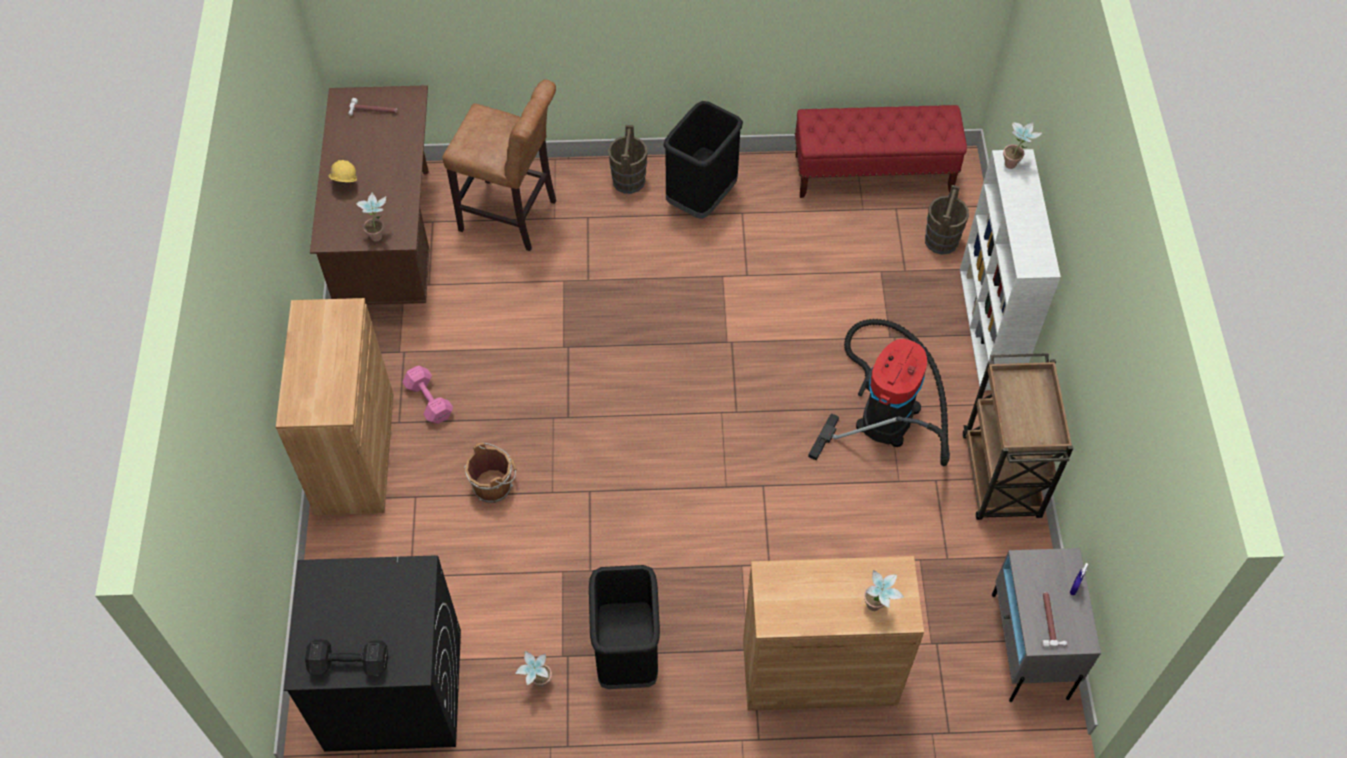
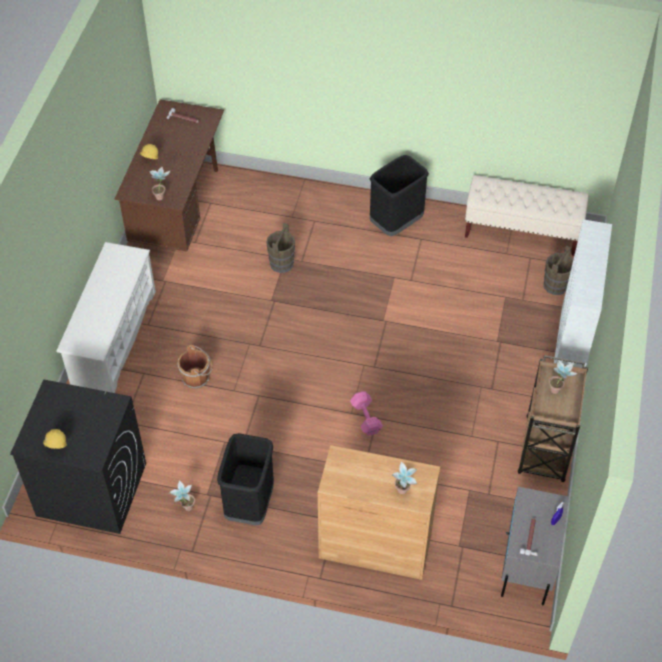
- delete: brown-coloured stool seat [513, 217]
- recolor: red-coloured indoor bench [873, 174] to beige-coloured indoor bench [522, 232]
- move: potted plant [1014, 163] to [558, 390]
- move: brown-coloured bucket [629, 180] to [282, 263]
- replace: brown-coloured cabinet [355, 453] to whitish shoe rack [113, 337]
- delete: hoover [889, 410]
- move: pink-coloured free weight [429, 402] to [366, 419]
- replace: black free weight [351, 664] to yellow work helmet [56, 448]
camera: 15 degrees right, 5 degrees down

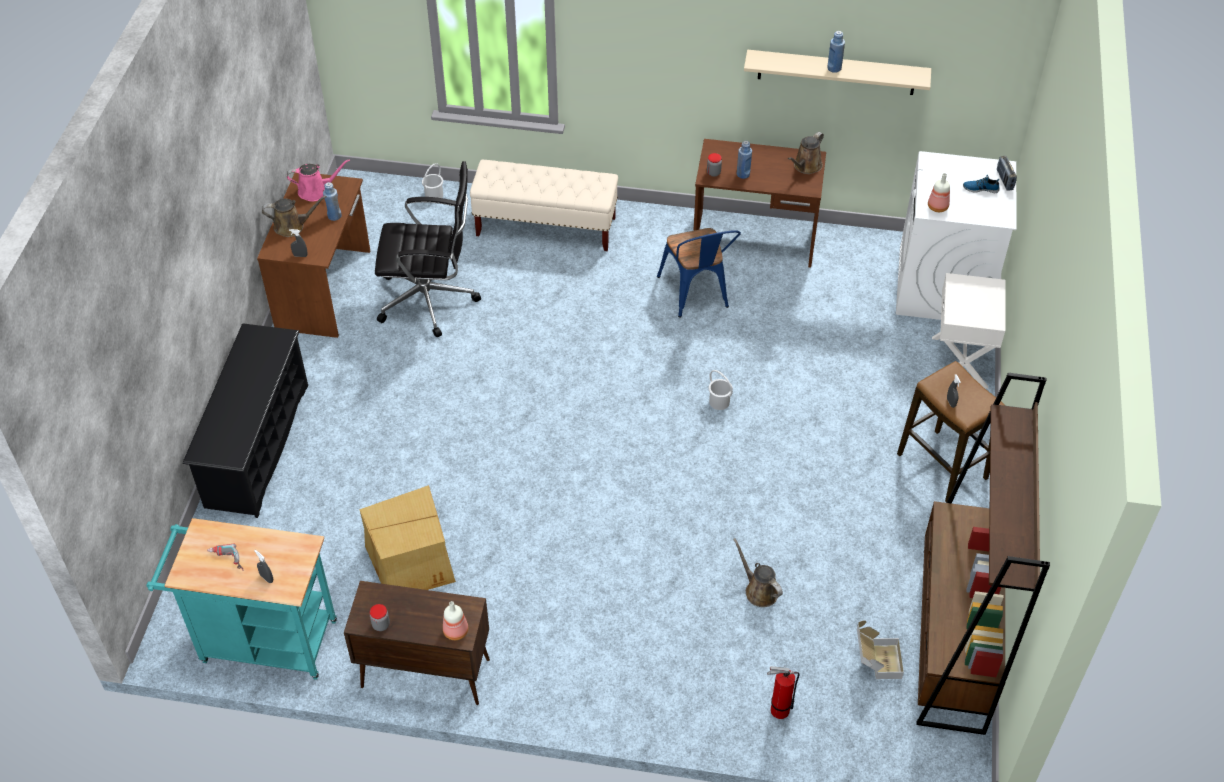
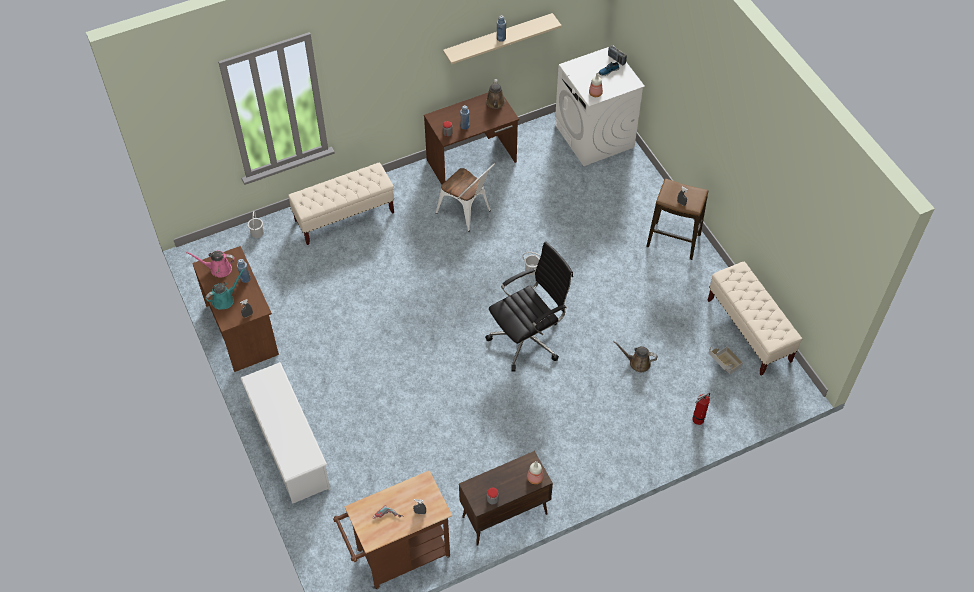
- rotate: pink-coloured sprinkling can [316, 191] = [218, 269] 135 degrees counterclockwise
- move: black desk chair [430, 300] to [528, 339]
- recolor: brown-coloured sprinkling can [292, 226] to turquoise-coloured sprinkling can [225, 299]
- recolor: blue upright chair [696, 295] to whitish upright chair [467, 213]
- delete: whitish night table [960, 362]
- recolor: black shoe rack [257, 445] to whitish shoe rack [290, 448]
- replace: brown-coloured shelving unit [953, 639] to beige-coloured indoor bench [749, 331]
- delete: carton [412, 560]
- recolor: turquoise-coloured wheeled cart [261, 641] to brown-coloured wheeled cart [398, 556]
camera: 35 degrees left, 5 degrees up

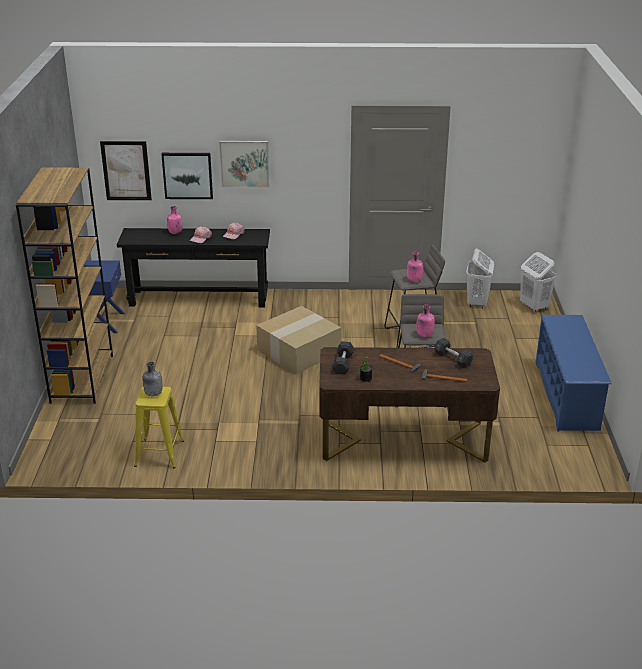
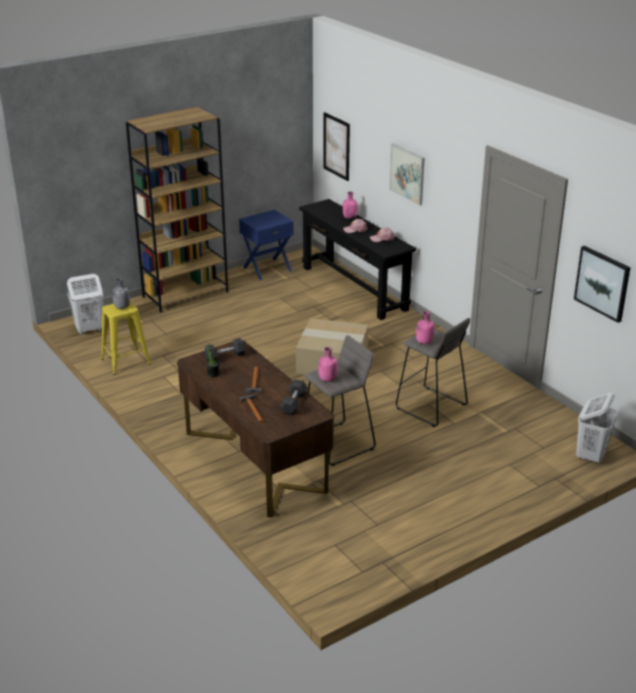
- move: picture [187, 175] to [602, 283]
- move: whitish washing basket [477, 303] to [89, 330]
- delete: blue shoe rack [566, 395]
camera: 55 degrees right, 0 degrees up

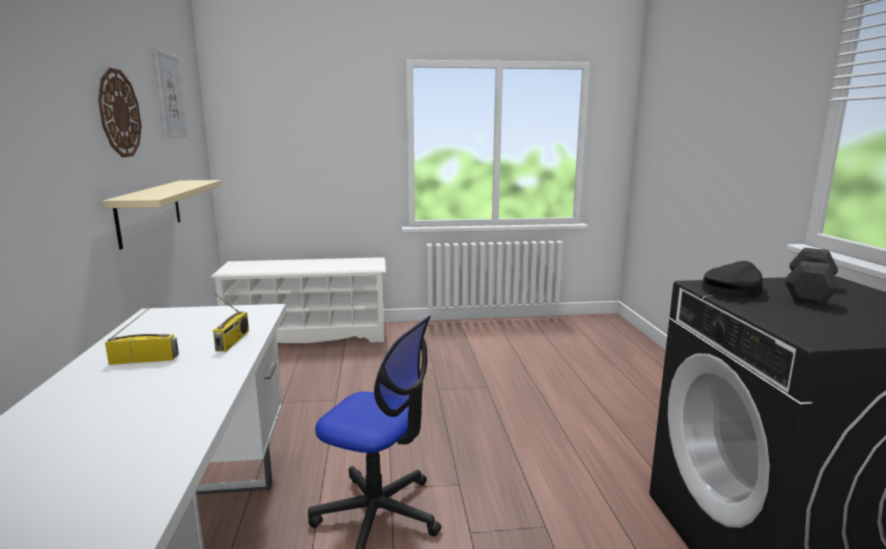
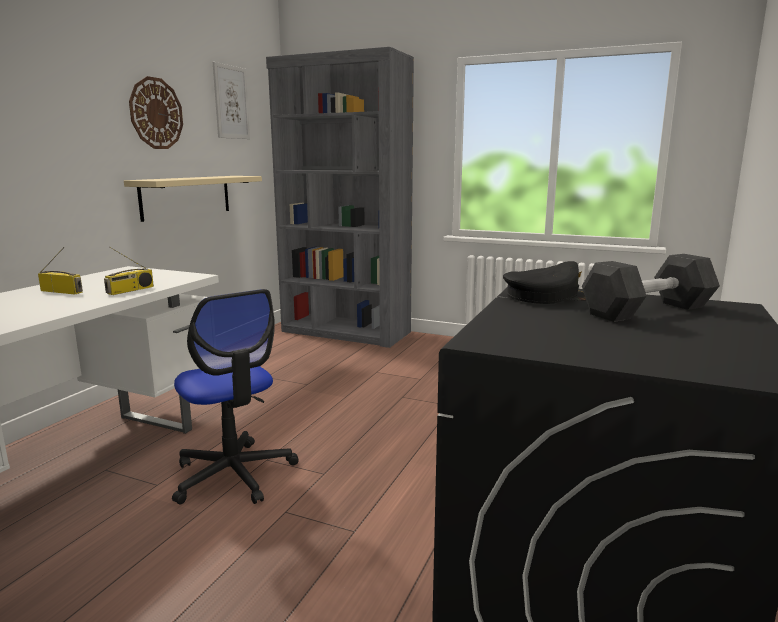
- replace: whitish shoe rack [308, 335] to greyish shelving unit [346, 332]
camera: 30 degrees right, 0 degrees up

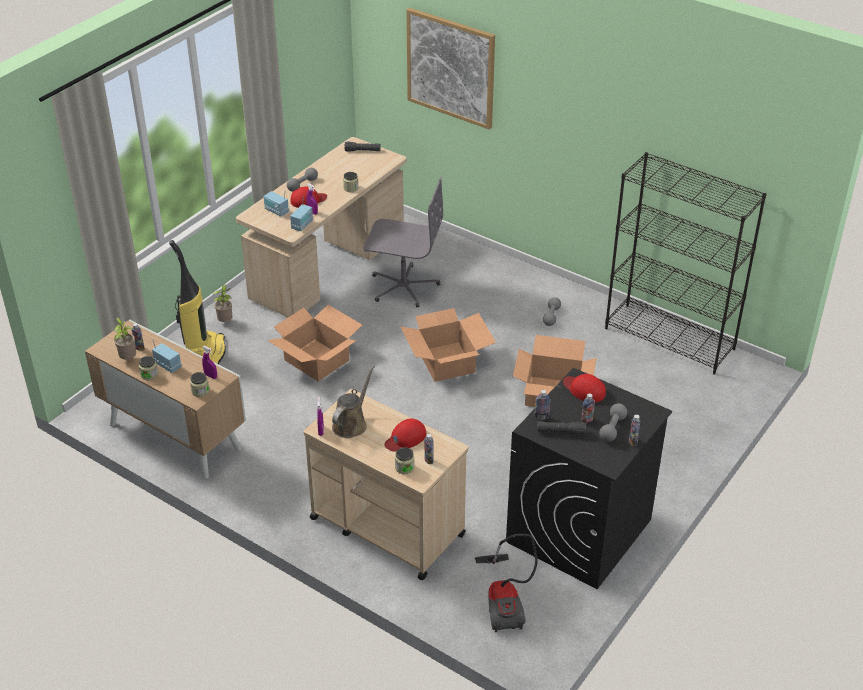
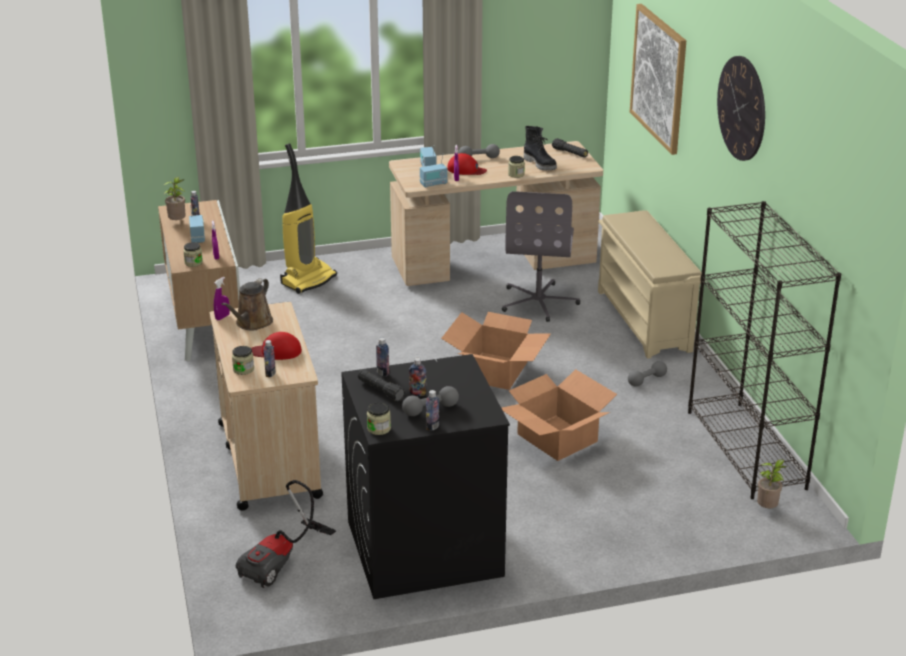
- rotate: greyish desk chair [403, 286] = [539, 302] 45 degrees clockwise
- move: potted plant [226, 321] to [768, 509]
- delete: carton [317, 360]
- move: jar [149, 375] to [379, 428]
- rotate: brown-coloured sprinkling can [351, 424] = [252, 323] 135 degrees clockwise
- delete: red-coloured baseball cap [584, 389]
- insert: clock on the wall [742, 108]
- insert: black tall boot [540, 164]
- insert: beige-coloured shoe rack [645, 321]
camera: 40 degrees right, 10 degrees down

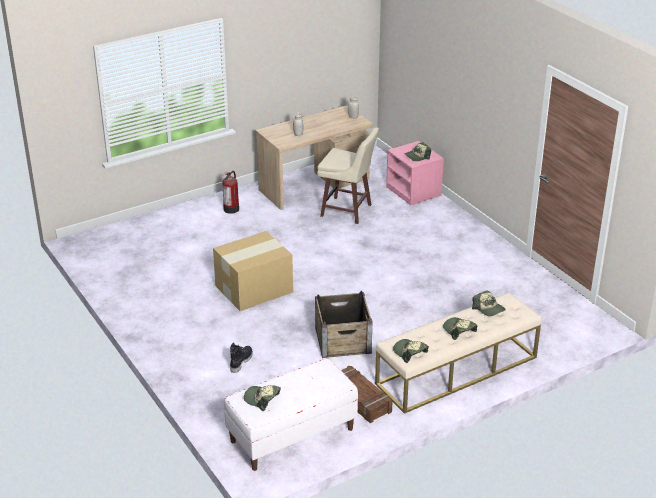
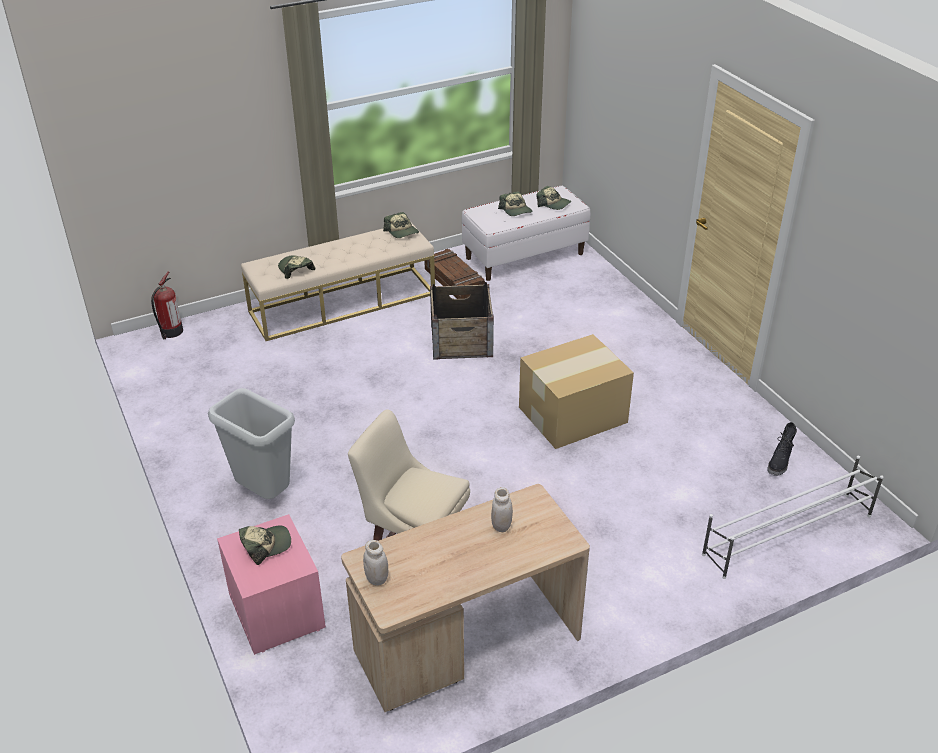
- move: fire-fighting cylinder [231, 208] to [171, 332]
- move: baseball cap [459, 331] to [516, 210]
- move: black tall boot [240, 362] to [780, 463]
- insert: greyish waste bin [263, 494]
- insert: whitish shoe rack [786, 535]
camera: 175 degrees left, 5 degrees up

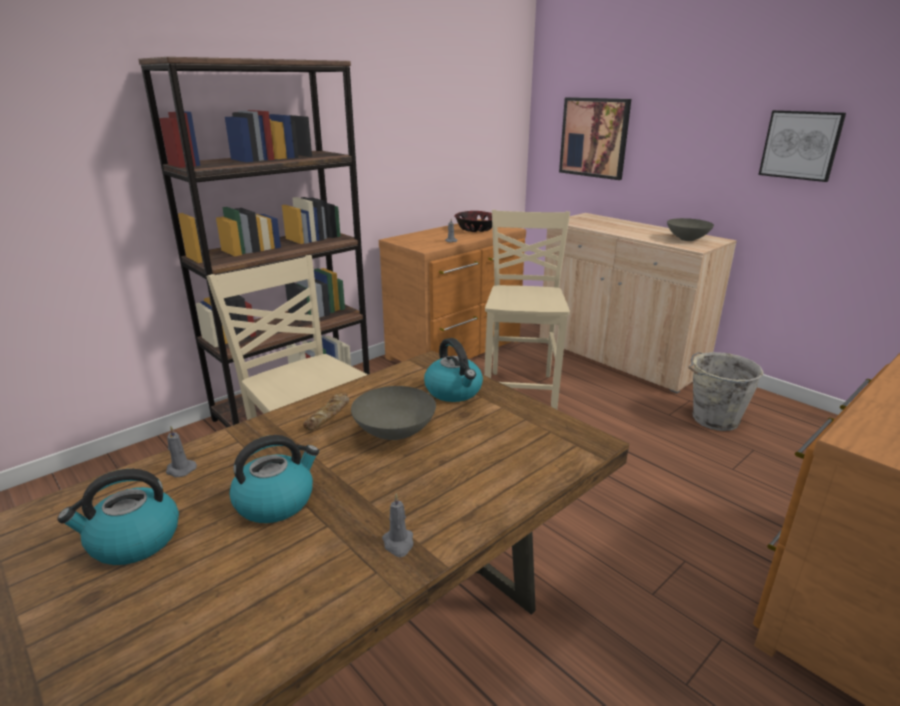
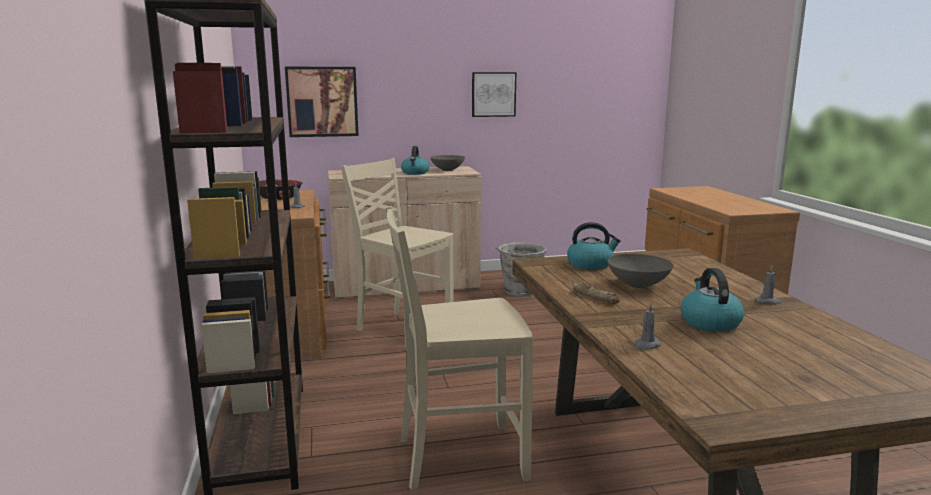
- move: water kettle [133, 541] to [415, 173]
camera: 60 degrees left, 10 degrees down

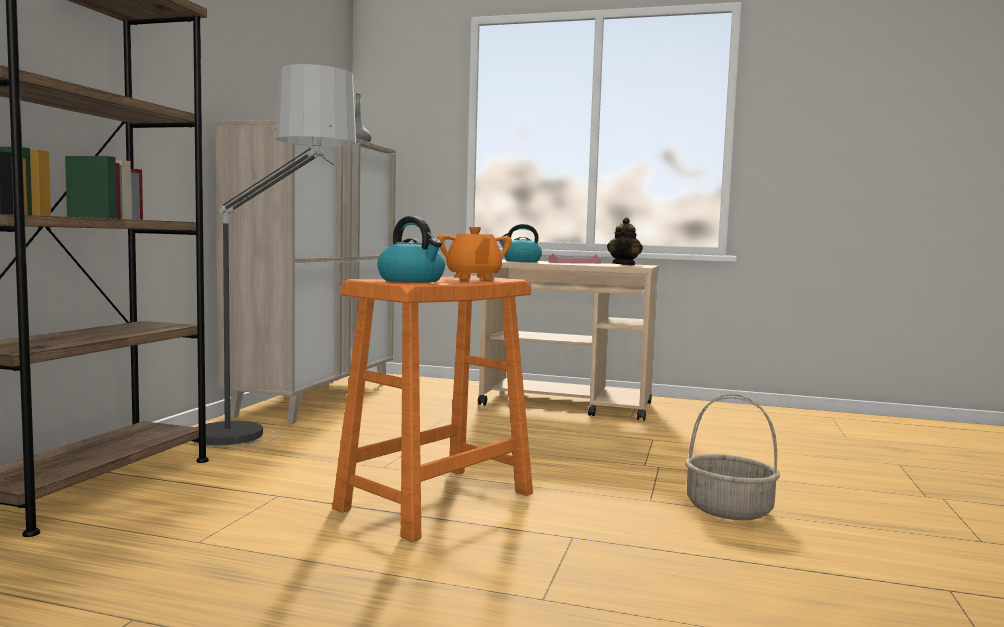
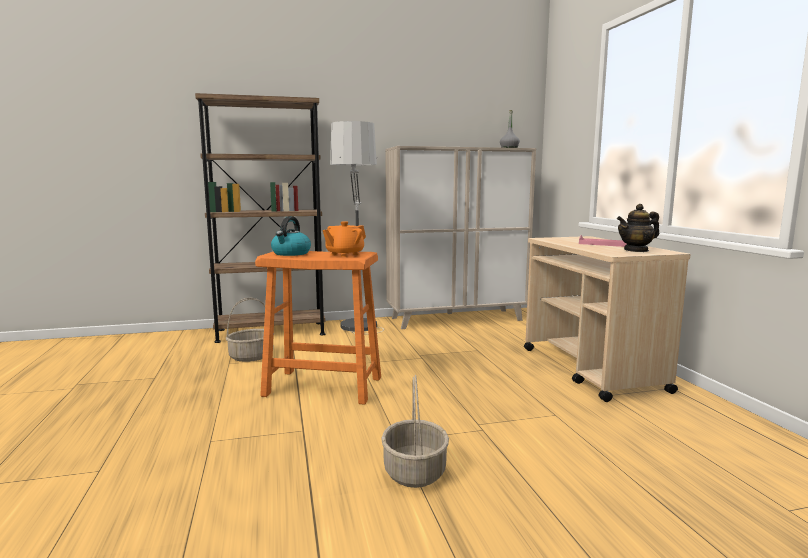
- delete: water kettle [521, 261]
- insert: household basket [251, 356]
camera: 60 degrees right, 5 degrees up

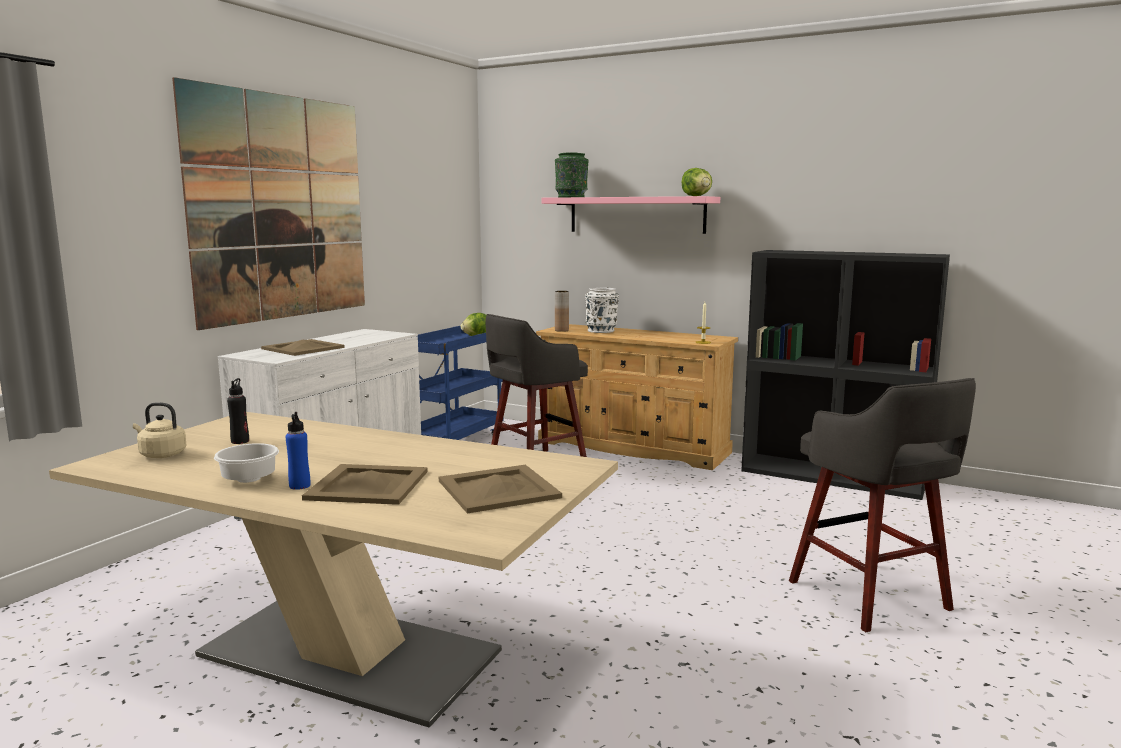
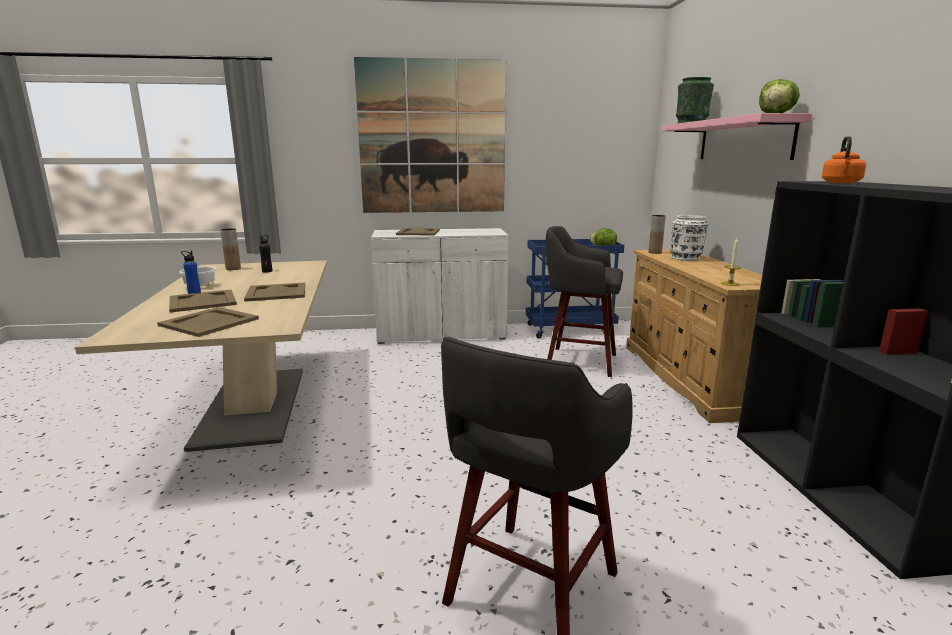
- replace: beige-coloured water kettle [161, 455] to brown-coloured decorative vase [233, 268]
- insert: orange water kettle [841, 183]
- insert: beige-coloured tray [277, 292]
camera: 55 degrees right, 5 degrees up

